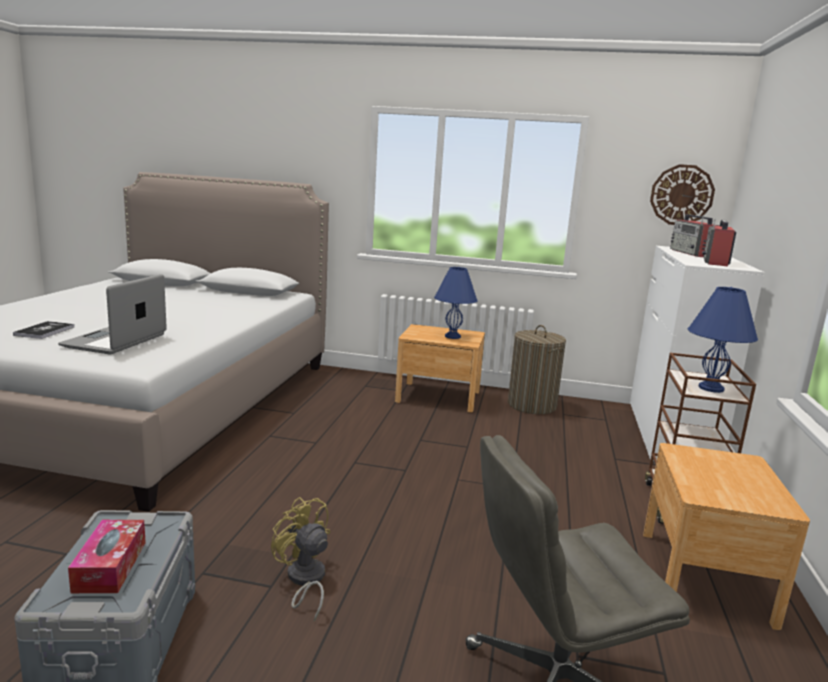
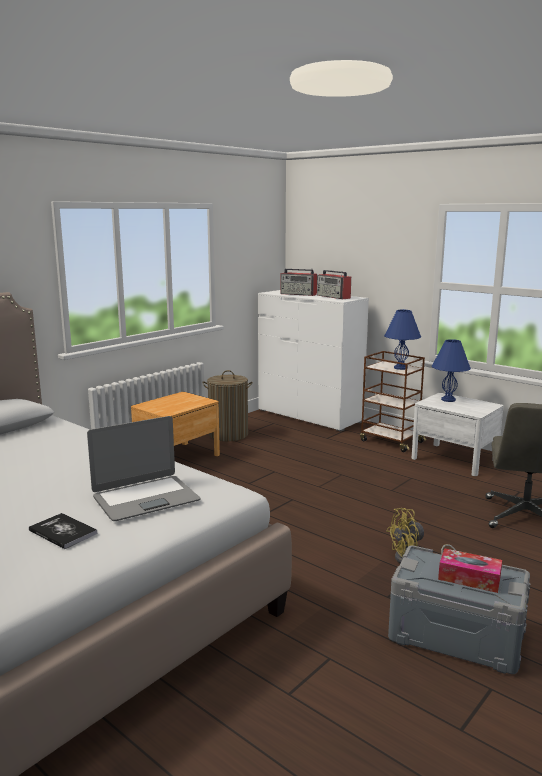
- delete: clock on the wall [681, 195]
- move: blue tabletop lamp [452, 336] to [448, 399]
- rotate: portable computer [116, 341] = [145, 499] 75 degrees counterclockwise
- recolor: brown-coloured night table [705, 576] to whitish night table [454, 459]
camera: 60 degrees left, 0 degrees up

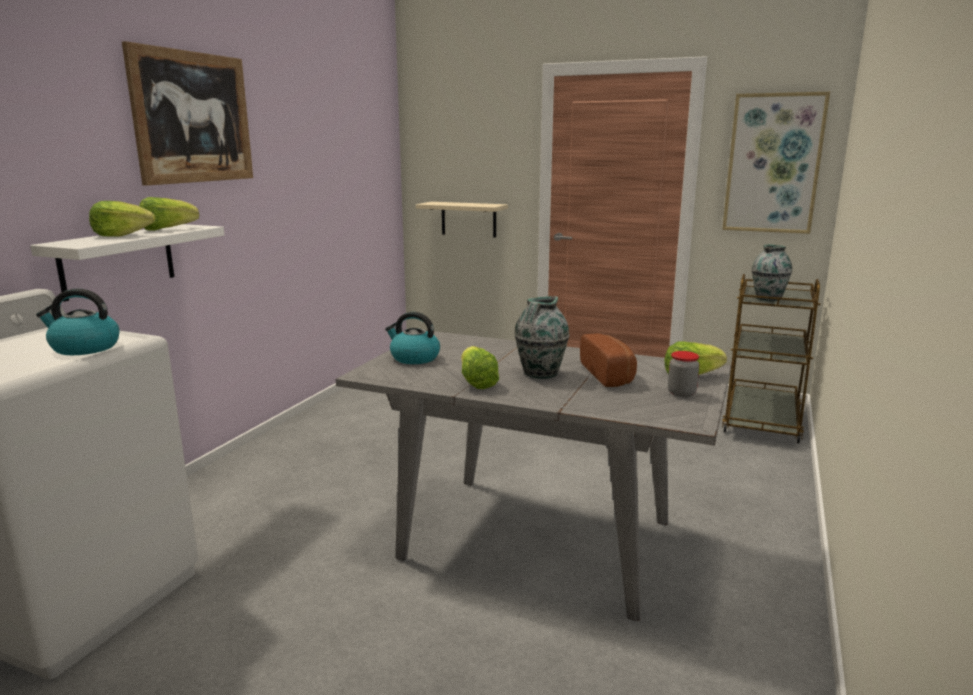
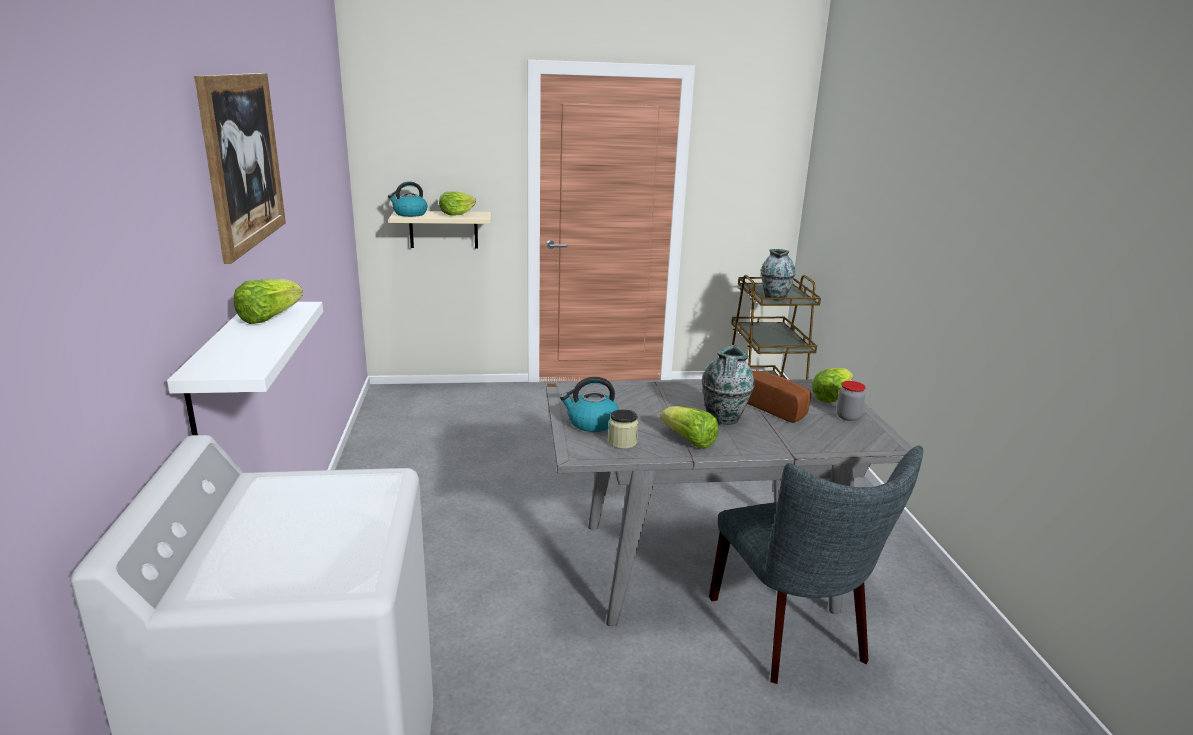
- delete: picture [773, 164]
- move: lettuce [122, 235] to [456, 214]
- move: water kettle [84, 348] to [409, 214]
- insert: jar [622, 442]
- insert: greyish upright chair [793, 634]
camera: 30 degrees left, 5 degrees up

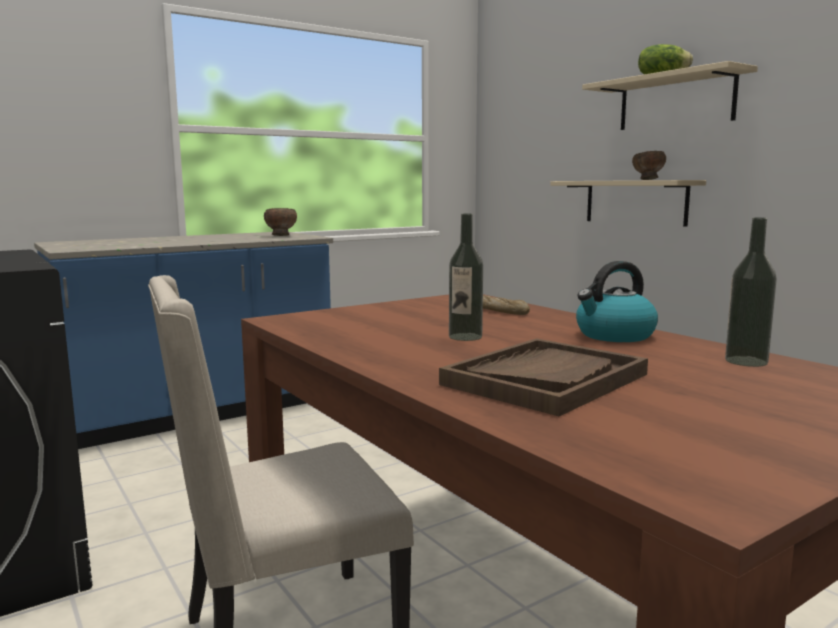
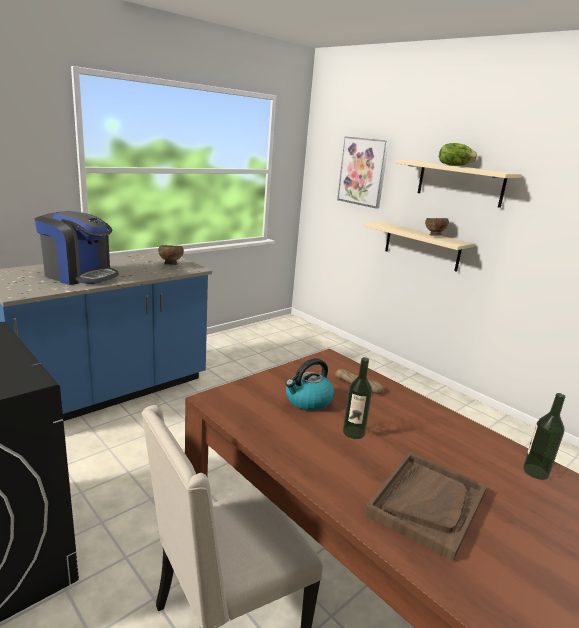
- move: water kettle [614, 335] to [308, 401]
- insert: picture [363, 172]
- insert: coffee brewer [79, 275]
camera: 10 degrees left, 10 degrees up

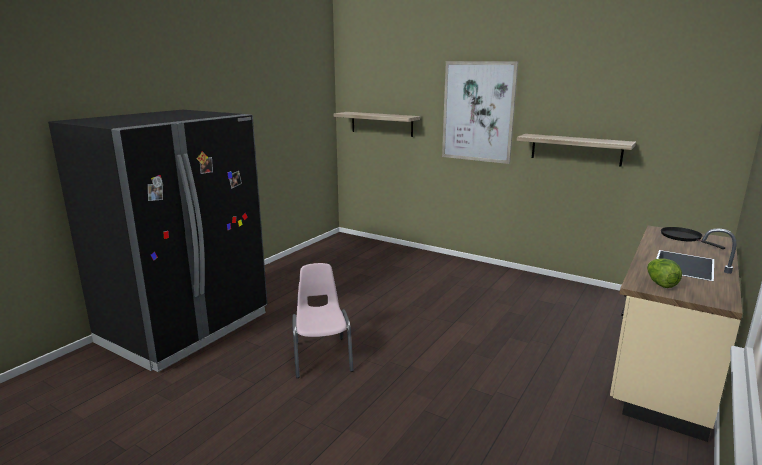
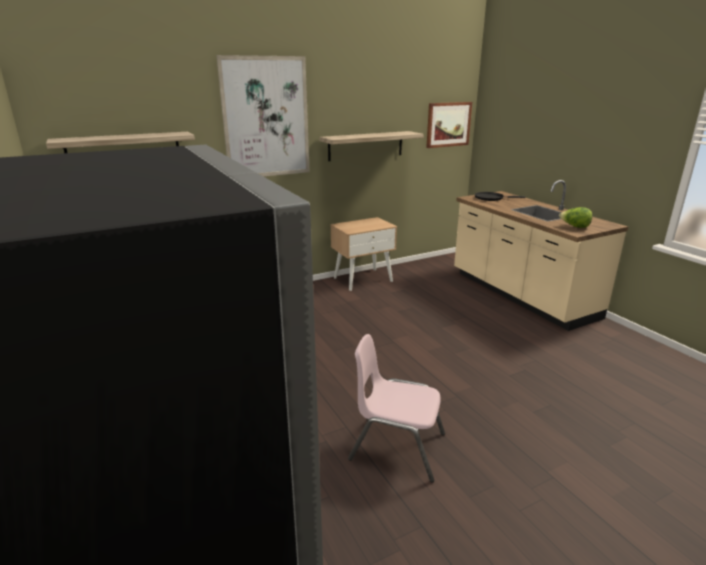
- insert: picture [448, 124]
- insert: beige-coloured night table [363, 279]
camera: 60 degrees left, 5 degrees up

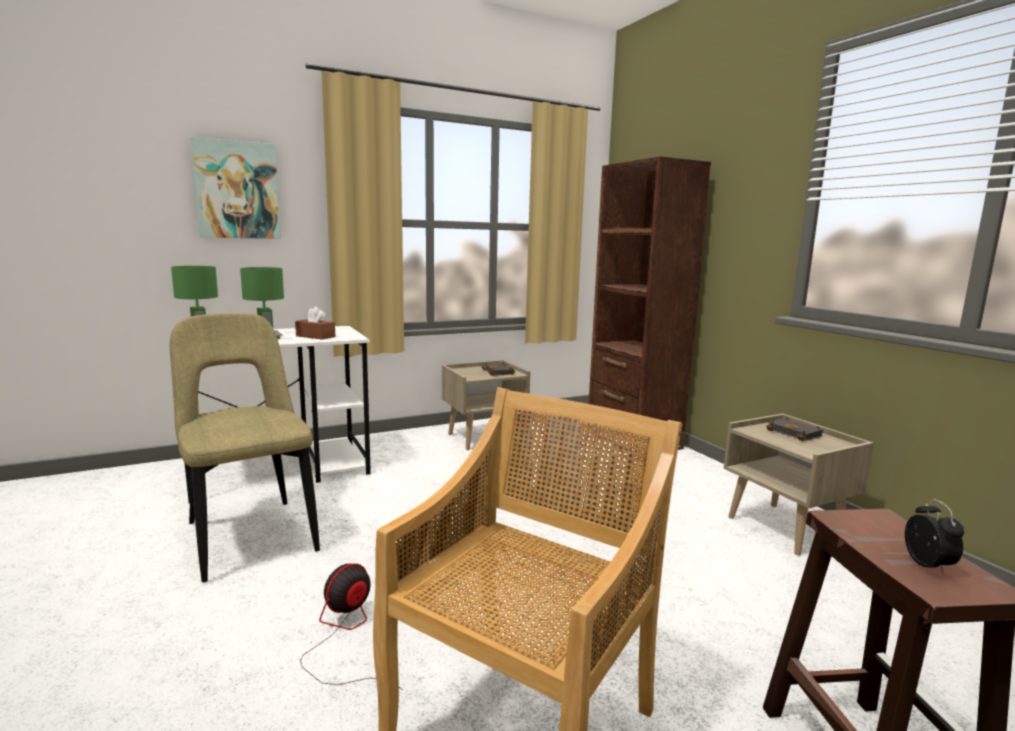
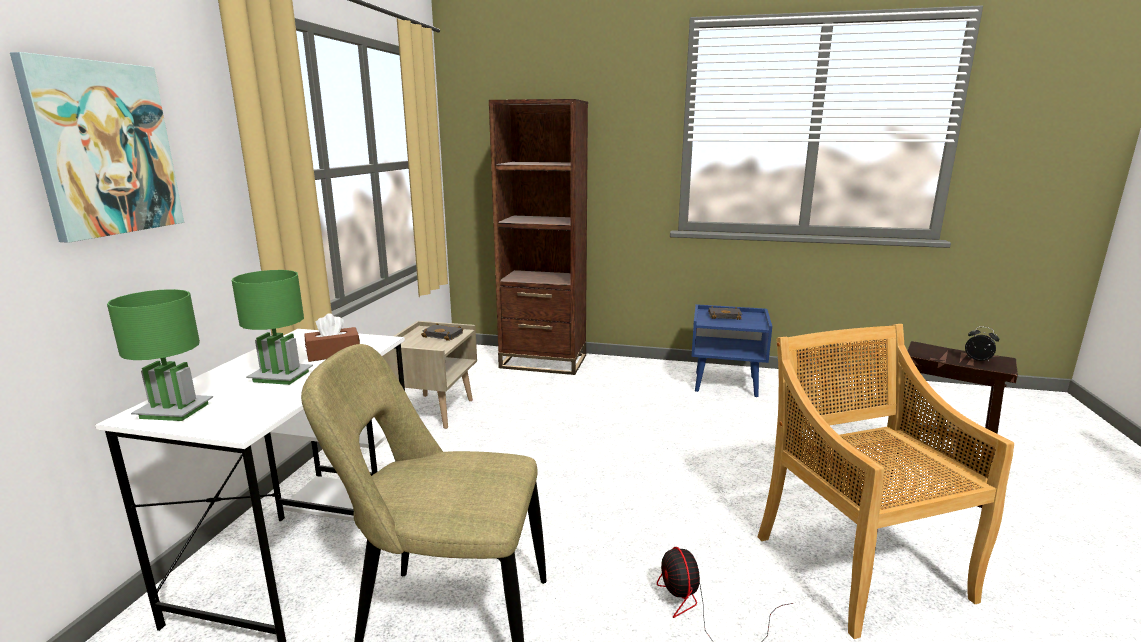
- recolor: beige-coloured night table [786, 528] to blue night table [726, 384]
camera: 50 degrees left, 5 degrees up

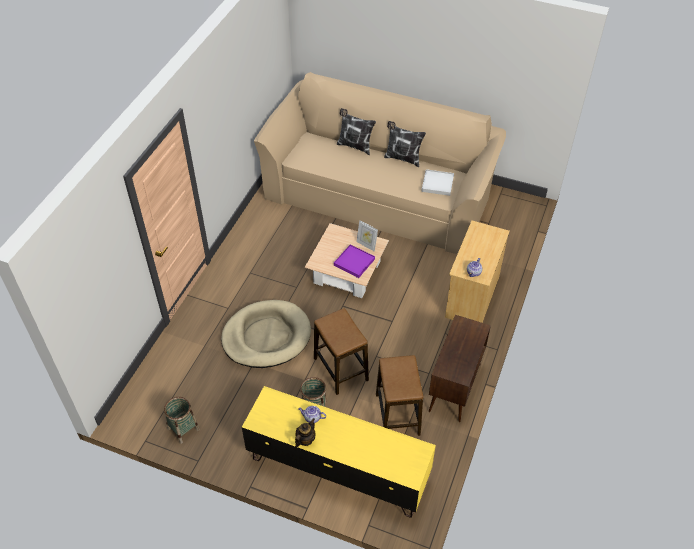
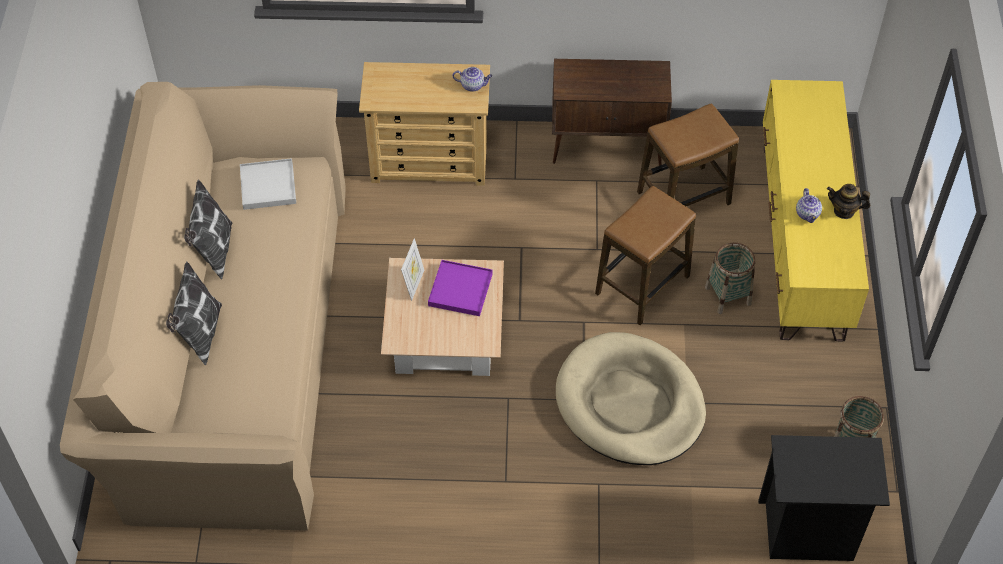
- insert: black night table [808, 531]
camera: 110 degrees left, 5 degrees up

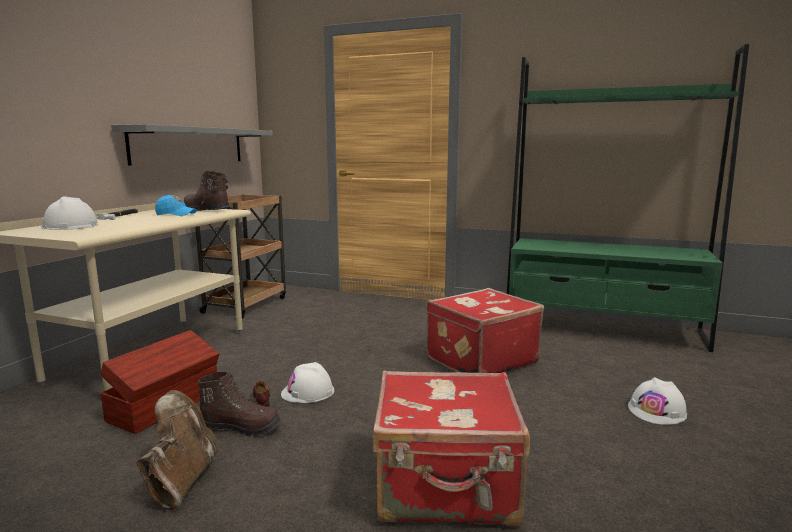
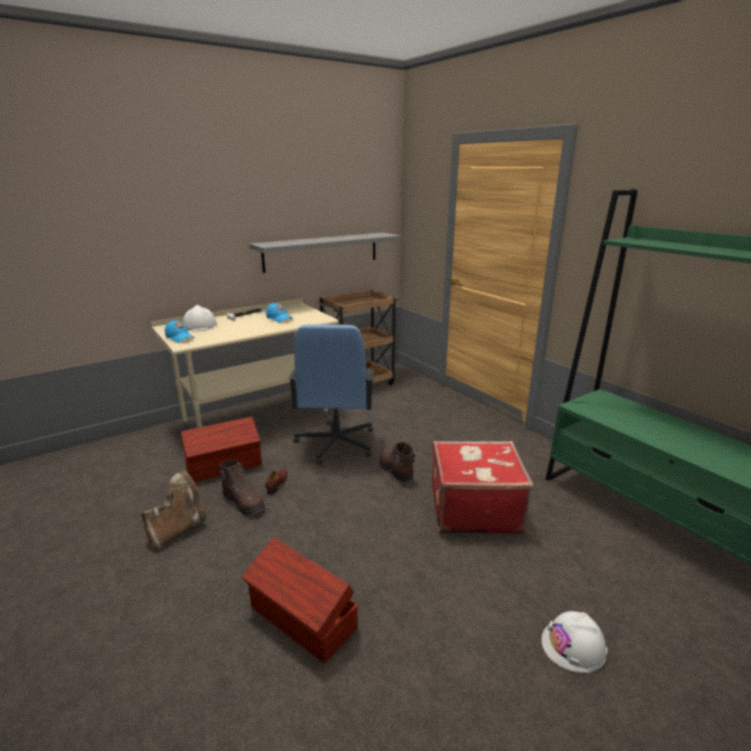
- move: brown-coloured tall boot [205, 210] to [395, 470]
- delete: whitish work helmet [308, 392]
- replace: red-coloured travel case [446, 487] to brown-coloured storage box [302, 619]
- insert: blue baseball cap [179, 338]
- insert: blue desk chair [336, 443]
camera: 35 degrees right, 10 degrees up

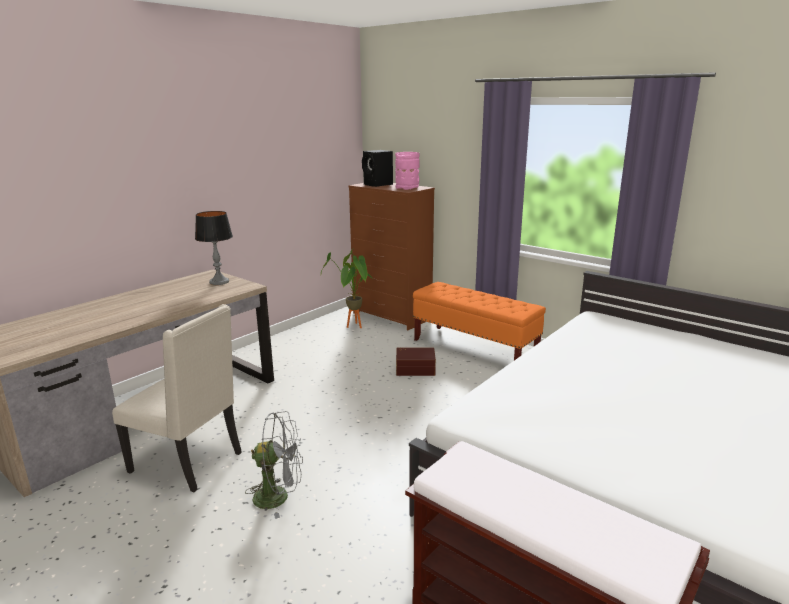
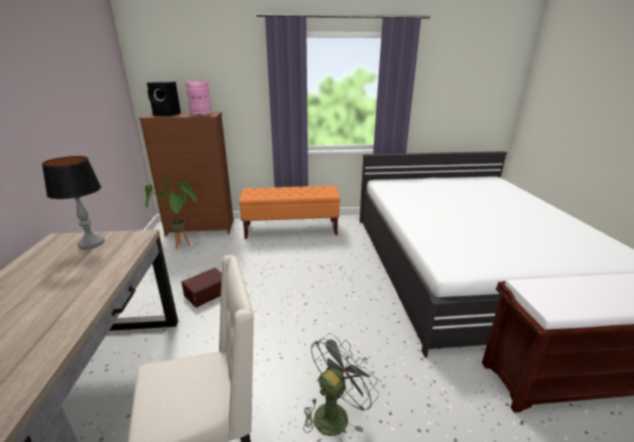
- move: brown-coloured storage box [415, 368] to [206, 293]
camera: 45 degrees left, 5 degrees up

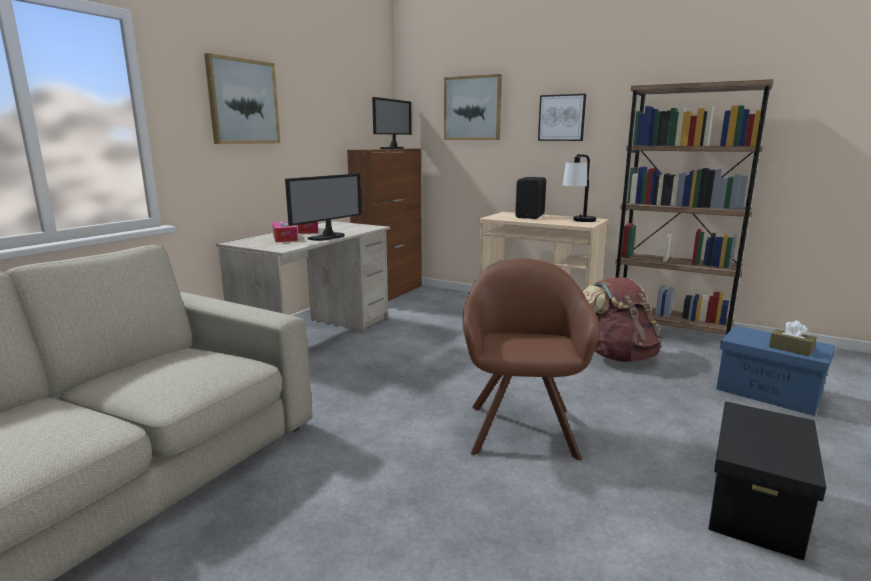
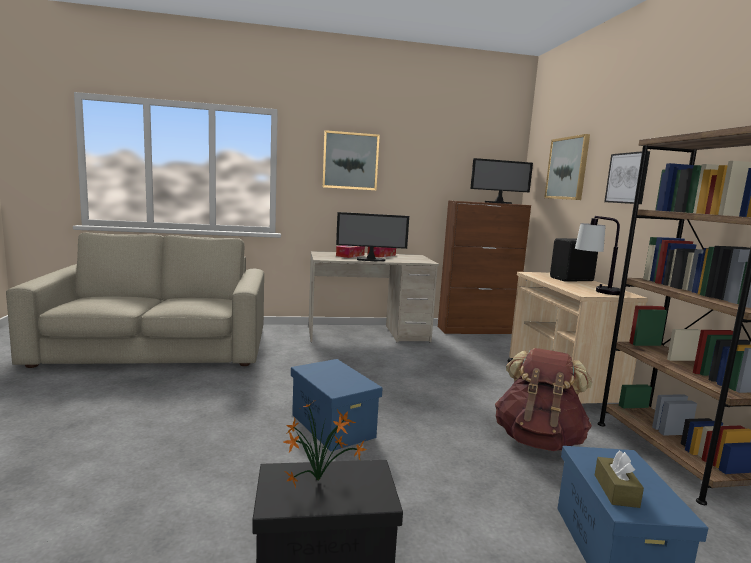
- replace: brown-coloured easy chair [522, 426] to blue storage box [333, 426]
- insert: potted plant [320, 480]
camera: 50 degrees right, 5 degrees down

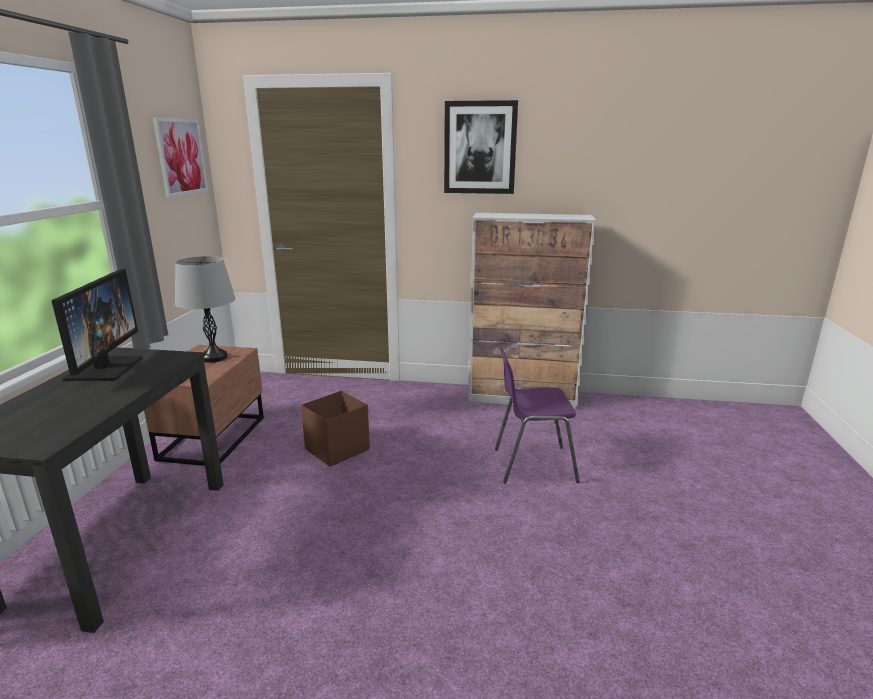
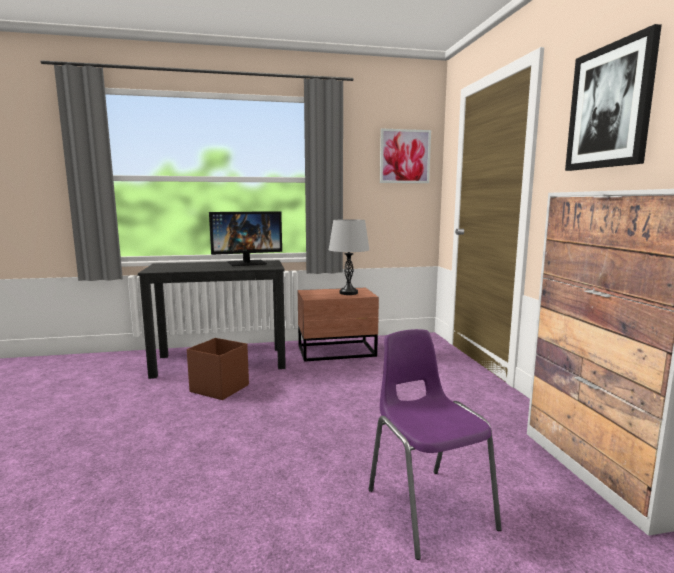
- move: brown-coloured storage box [336, 449] to [219, 388]
camera: 70 degrees right, 10 degrees down

